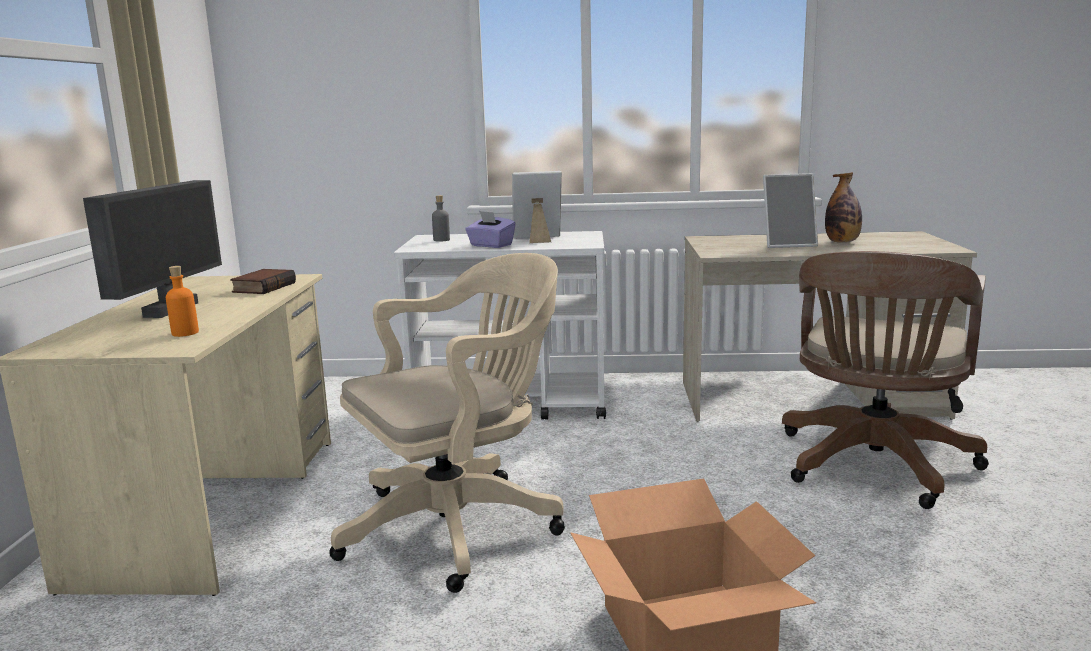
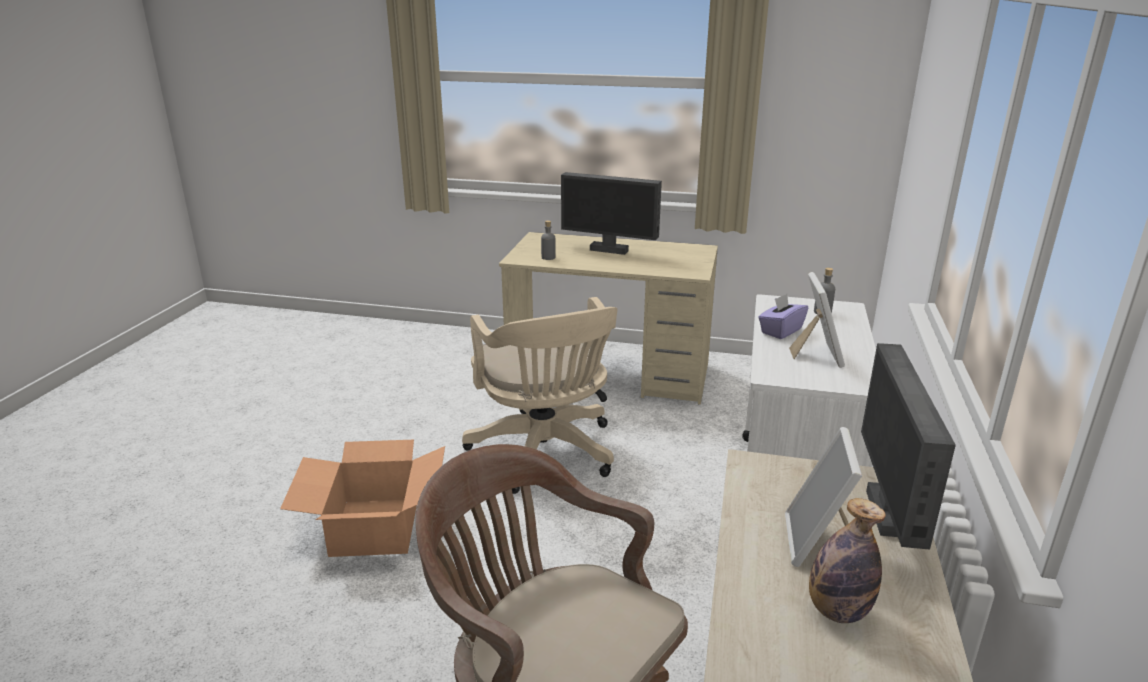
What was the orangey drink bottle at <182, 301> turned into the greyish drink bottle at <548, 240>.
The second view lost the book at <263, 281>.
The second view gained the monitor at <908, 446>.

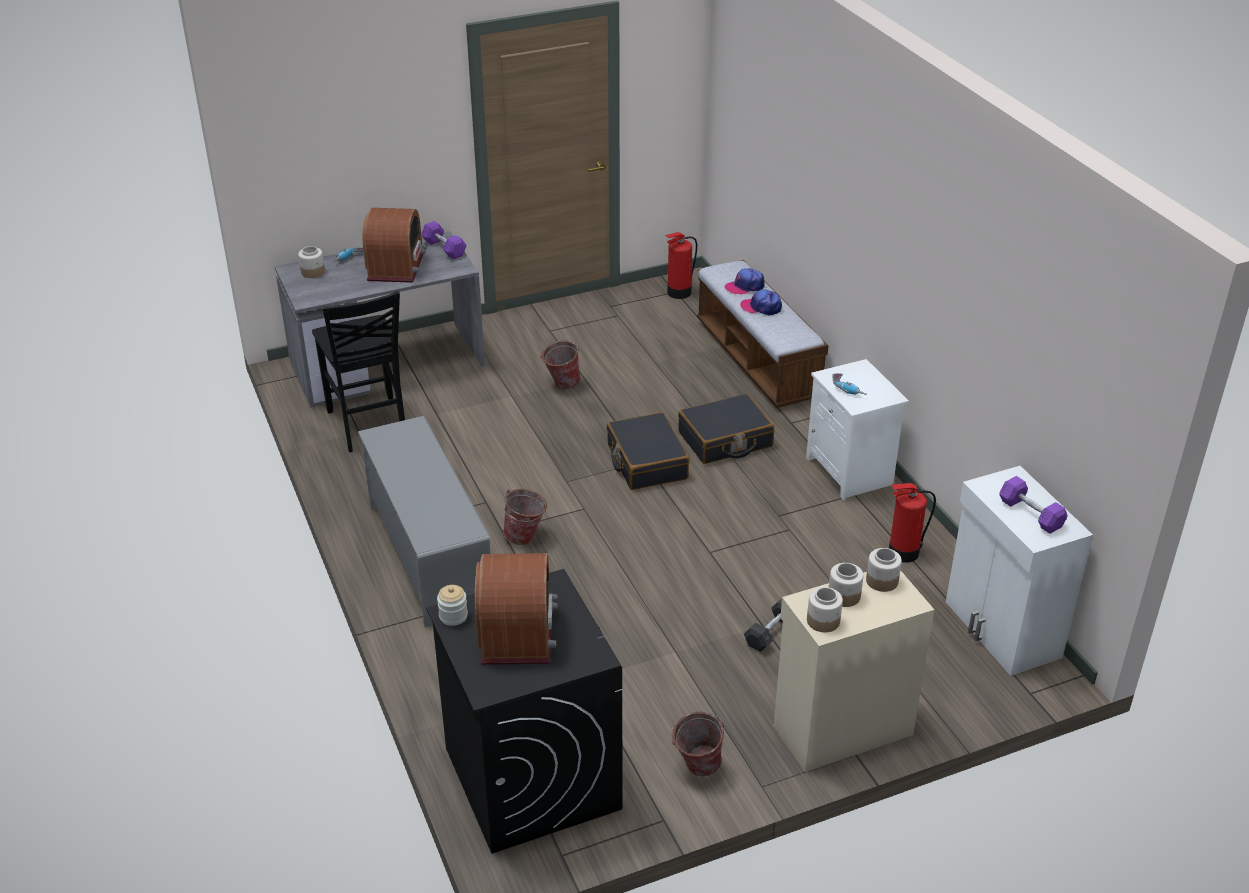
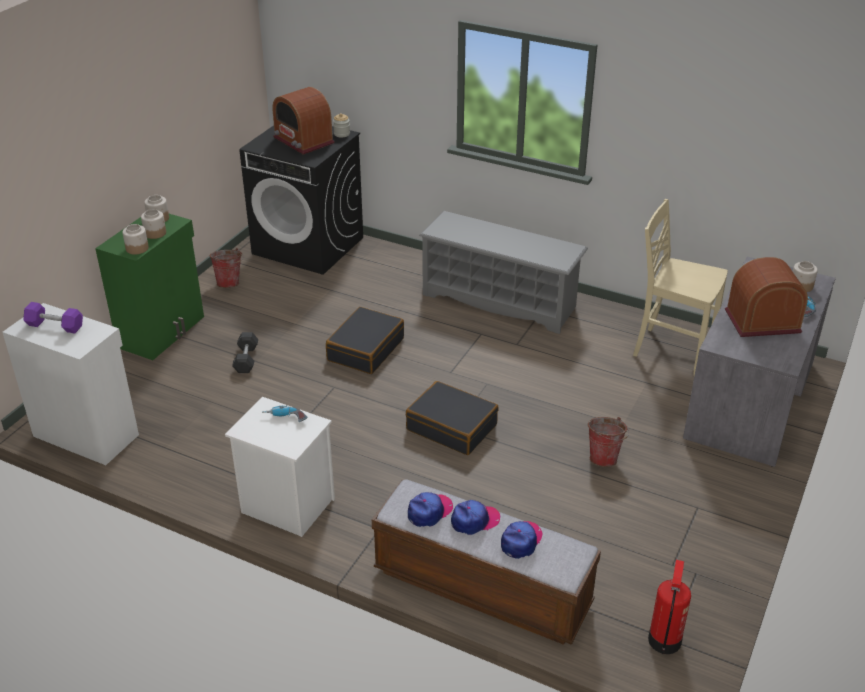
The radio receiver at <394, 245> ended up facing another way, 120 degrees clockwise from before.
The second view lost the purple-coloured hand weight at <444, 240>.
What was the black upright chair at <358, 371> turned into the beige-coloured upright chair at <680, 287>.
The black piece of luggage ended up elsewhere, having gone from <726, 429> to <365, 340>.
The second view lost the fire-fighting cylinder at <912, 523>.
The second view lost the bucket at <524, 517>.
What was the beige-coloured storage cabinet at <854, 671> turned into the green-coloured storage cabinet at <149, 287>.
The second view gained the peaked cap at <430, 509>.

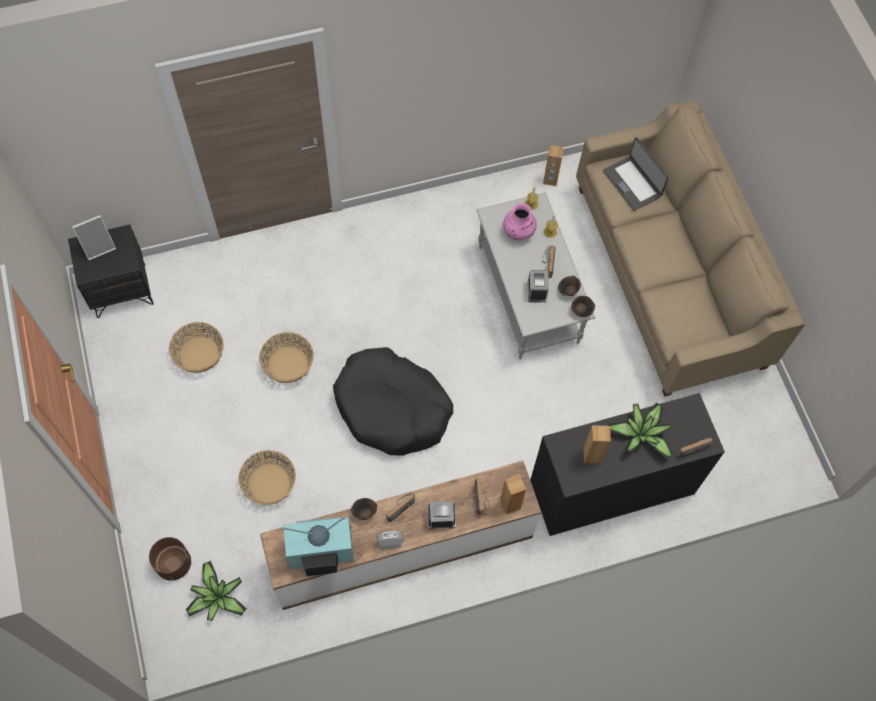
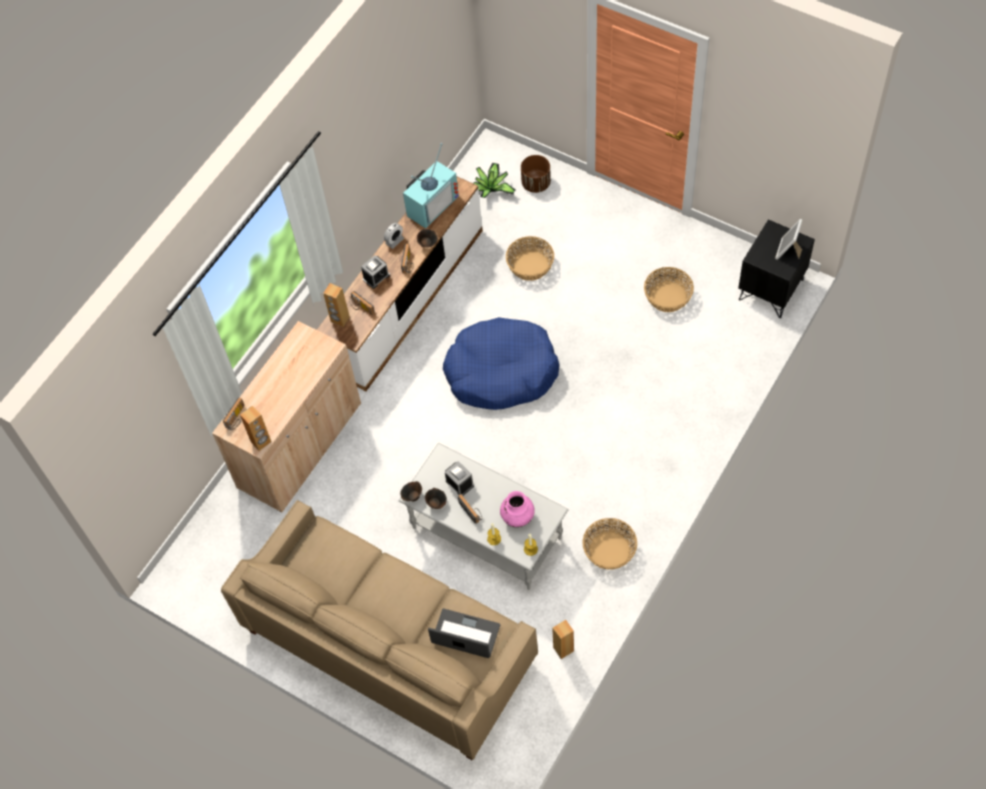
The household basket ended up elsewhere, having gone from <286, 357> to <610, 544>.
What was the black dog bed at <393, 401> turned into the blue-coloured dog bed at <501, 363>.
What was the black storage cabinet at <627, 464> turned into the beige-coloured storage cabinet at <286, 416>.
The second view lost the plant in a pot at <640, 431>.
The brown loudspeaker ended up elsewhere, having gone from <597, 444> to <255, 428>.

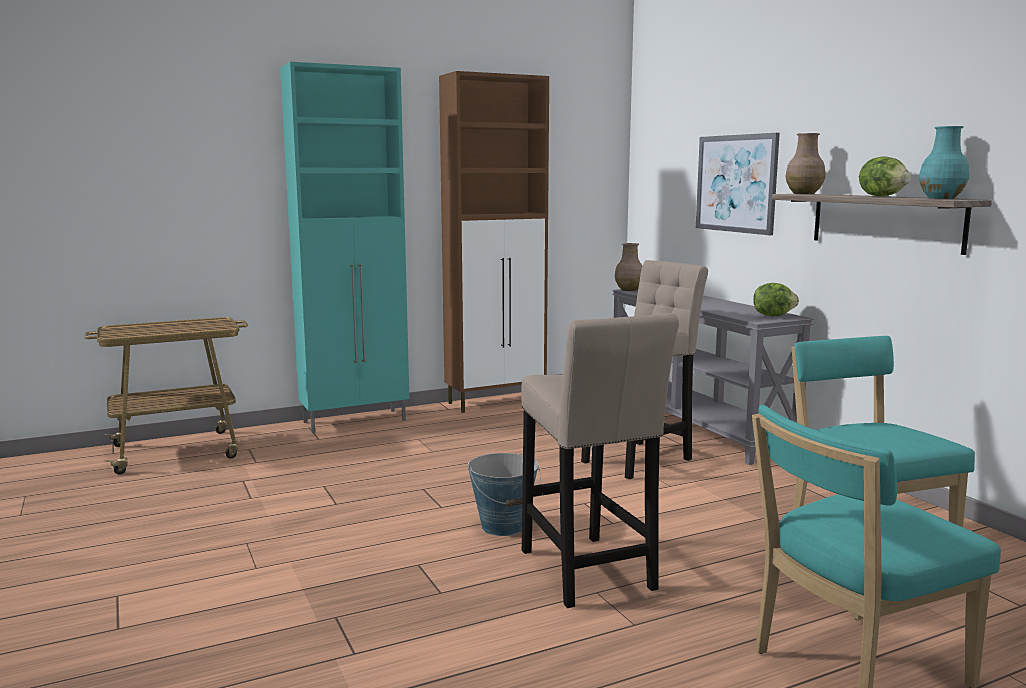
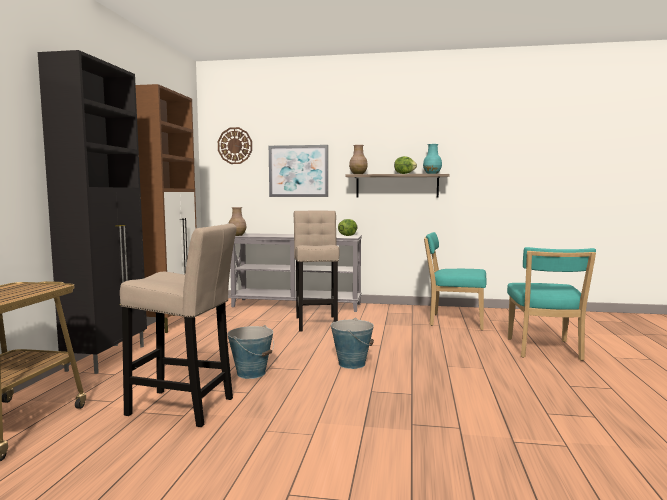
What was the turquoise-coloured storage cabinet at <344, 247> turned into the black storage cabinet at <92, 212>.
The beige-coloured sitting stool ended up elsewhere, having gone from <600, 460> to <178, 325>.
The second view gained the clock on the wall at <235, 145>.
The second view gained the bucket at <250, 352>.

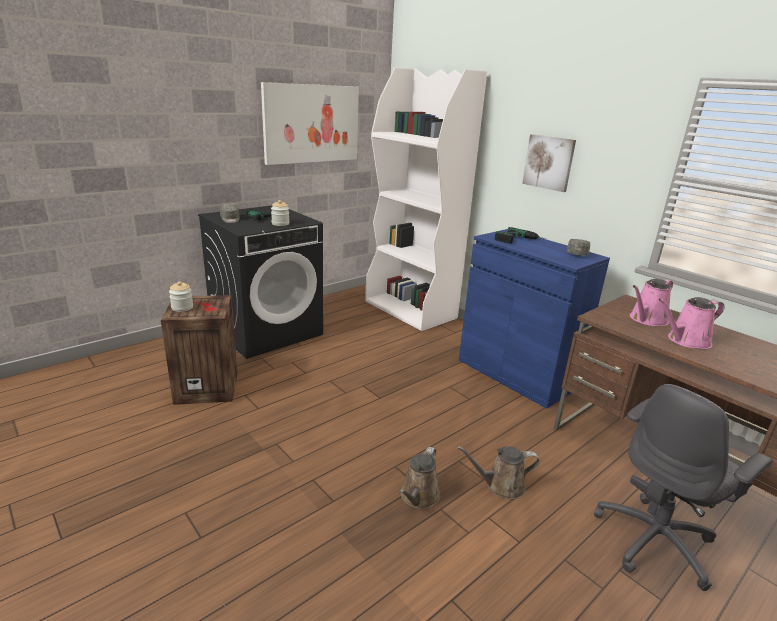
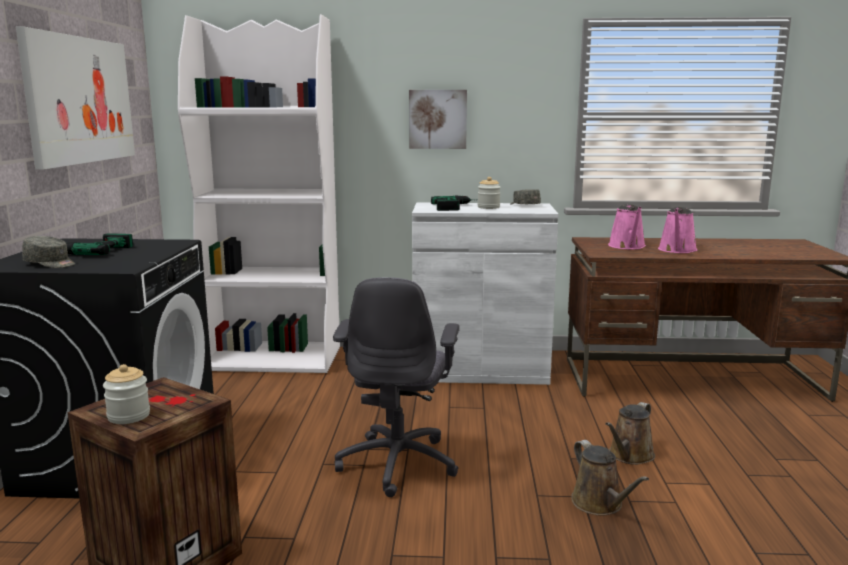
The preserve jar ended up elsewhere, having gone from <280, 213> to <489, 193>.
What was the blue-coloured storage cabinet at <534, 319> turned into the white-coloured storage cabinet at <485, 294>.
The greyish desk chair ended up elsewhere, having gone from <683, 487> to <396, 387>.

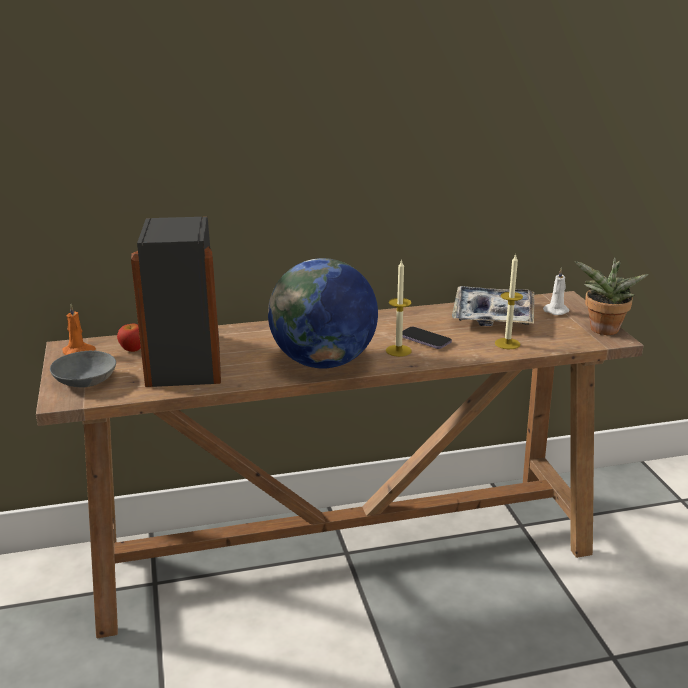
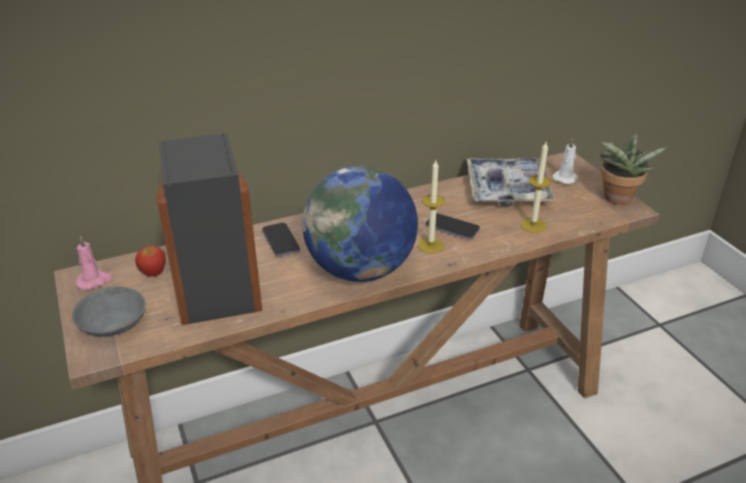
What was the orangey wax candle at <79, 329> turned into the pink-coloured wax candle at <94, 262>.
The second view gained the handset at <281, 240>.

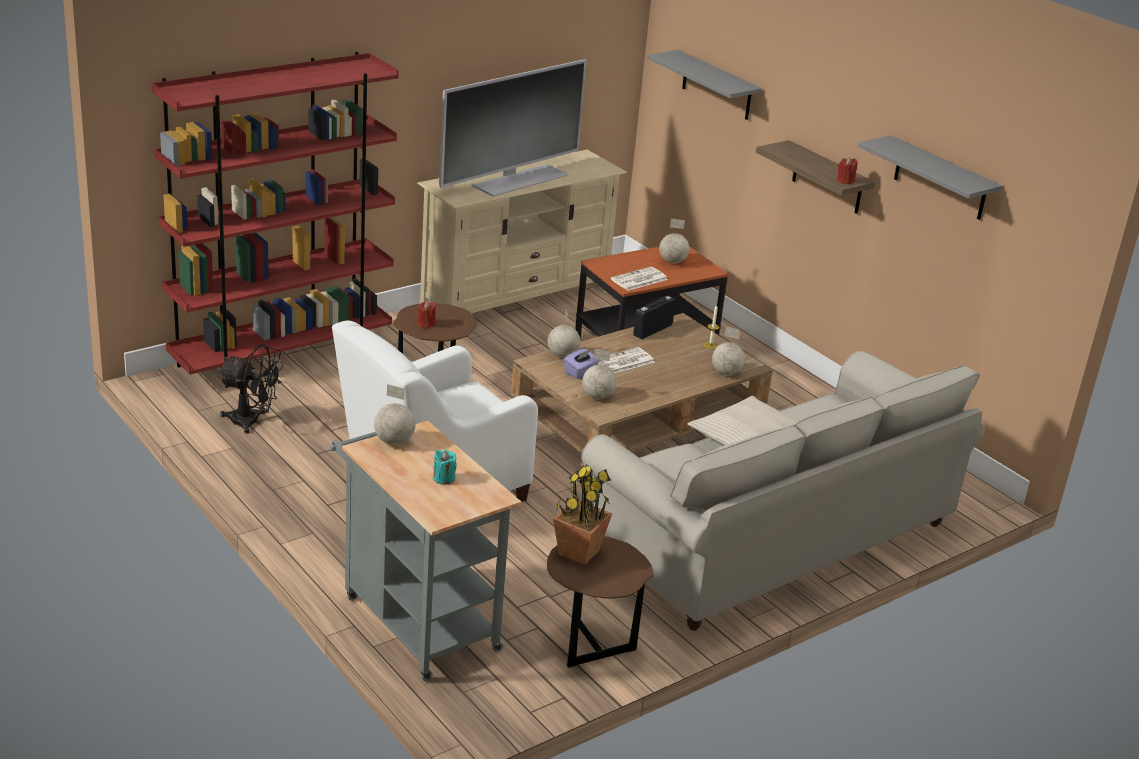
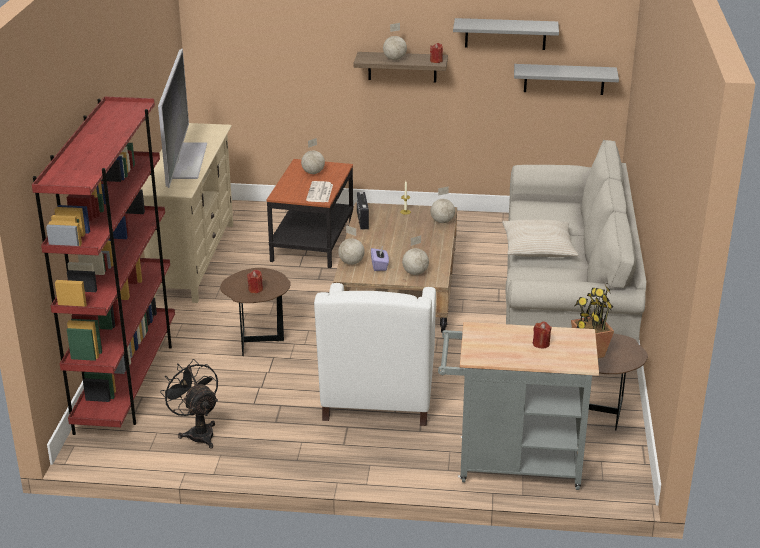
The greyish wall shelf ended up elsewhere, having gone from <704, 85> to <566, 79>.
The black cooling fan at <251, 389> ended up facing another way, 90 degrees counterclockwise from before.
The second view lost the printed paper at <626, 360>.
The desk globe ended up elsewhere, having gone from <395, 414> to <395, 41>.
What was the turquoise-coloured wax candle at <445, 467> turned into the red wax candle at <542, 335>.

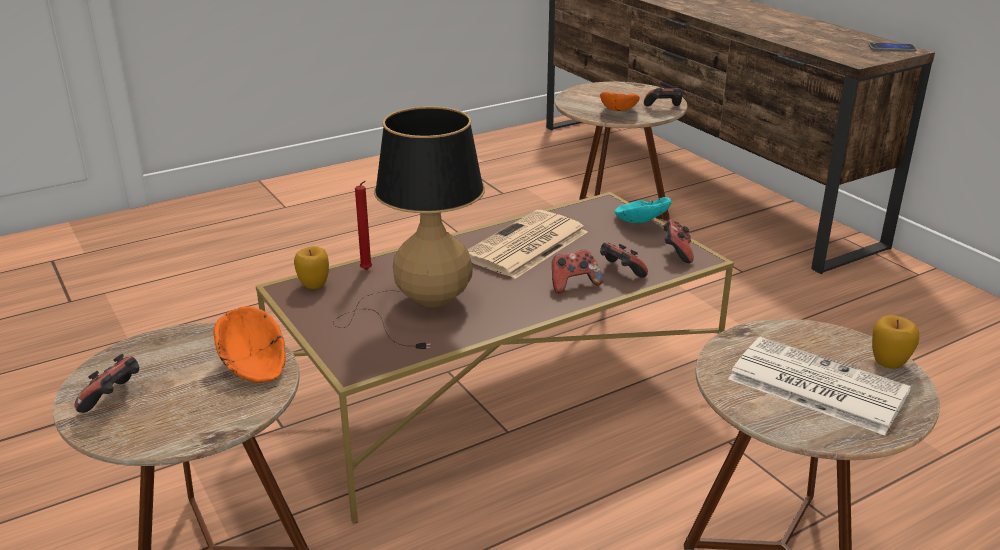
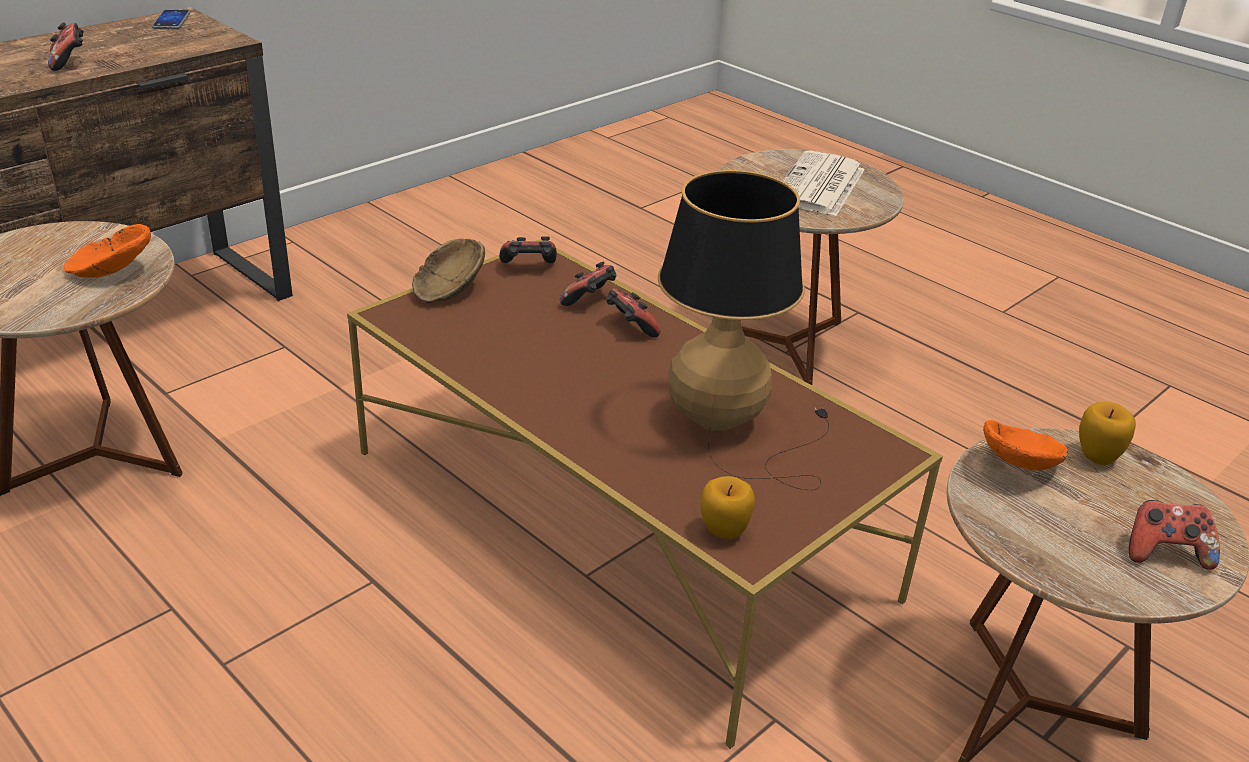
The joypad ended up elsewhere, having gone from <663, 96> to <66, 46>.
The second view lost the red wax candle at <363, 225>.
What was the turquoise-coloured serving bowl at <643, 210> turned into the brown serving bowl at <448, 271>.
The second view lost the printed paper at <527, 244>.
The apple fruit ended up elsewhere, having gone from <895, 342> to <1107, 433>.

